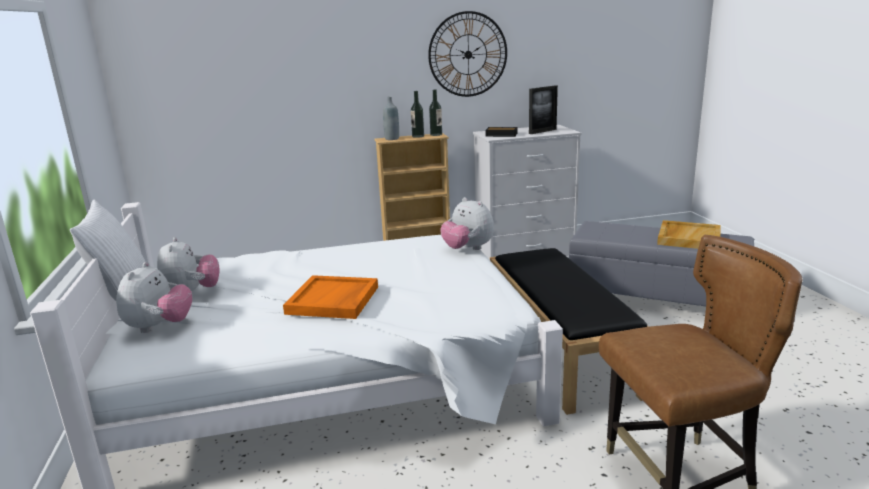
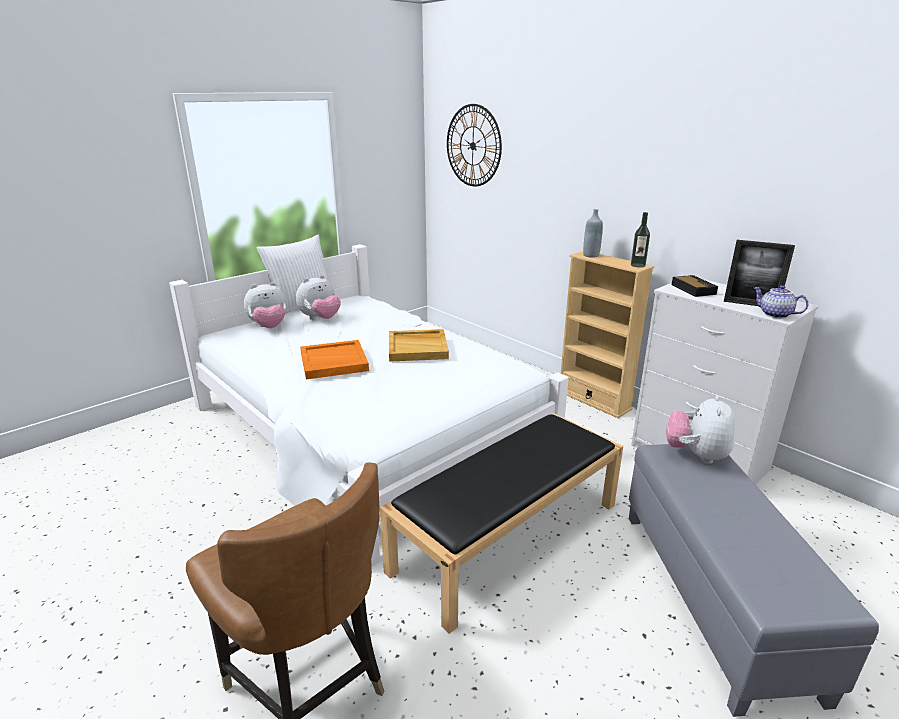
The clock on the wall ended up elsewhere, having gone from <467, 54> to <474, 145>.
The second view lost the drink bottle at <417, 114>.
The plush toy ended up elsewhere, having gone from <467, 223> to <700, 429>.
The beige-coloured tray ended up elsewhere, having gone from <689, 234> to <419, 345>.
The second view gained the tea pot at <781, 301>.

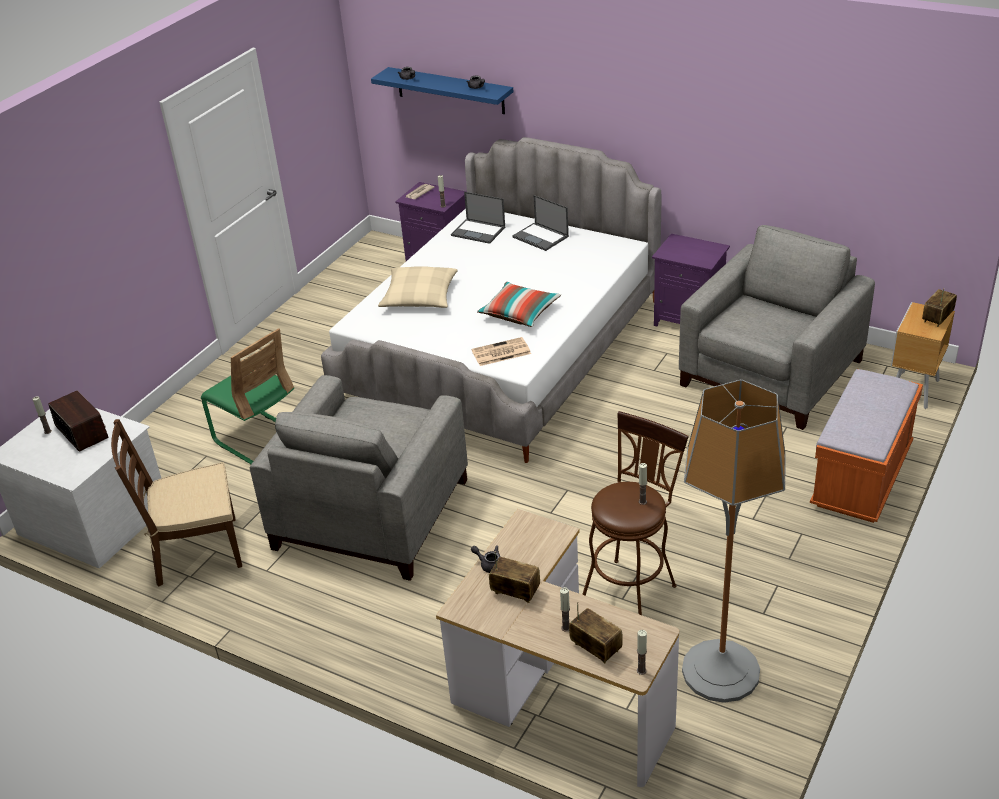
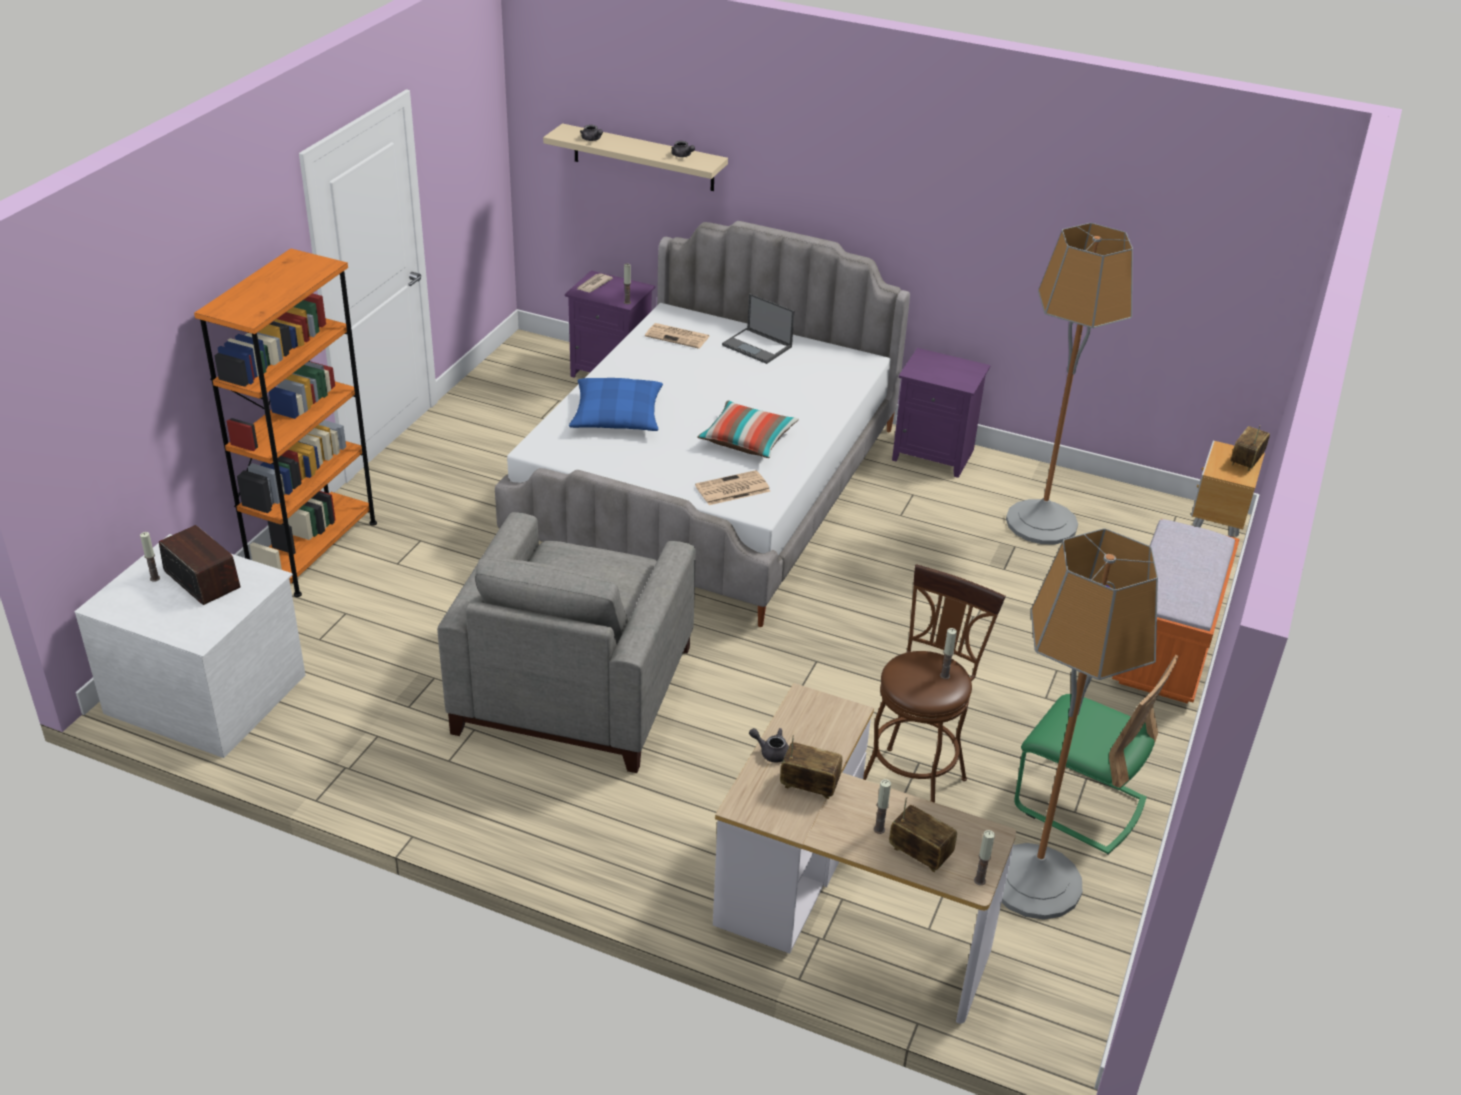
What was the blue-coloured wall shelf at <442, 90> turned into the beige-coloured wall shelf at <635, 157>.
Where the portable computer stood at <478, 218>, the printed paper came to stand at <677, 336>.
Where the greyish lounge chair stood at <777, 327>, the standard lamp came to stand at <1069, 383>.
What was the beige-coloured throw pillow at <418, 287> turned into the blue-coloured throw pillow at <616, 404>.
The green-coloured upright chair ended up elsewhere, having gone from <247, 396> to <1096, 754>.
The second view lost the brown upright chair at <176, 503>.
The second view gained the orangey bookcase at <285, 423>.

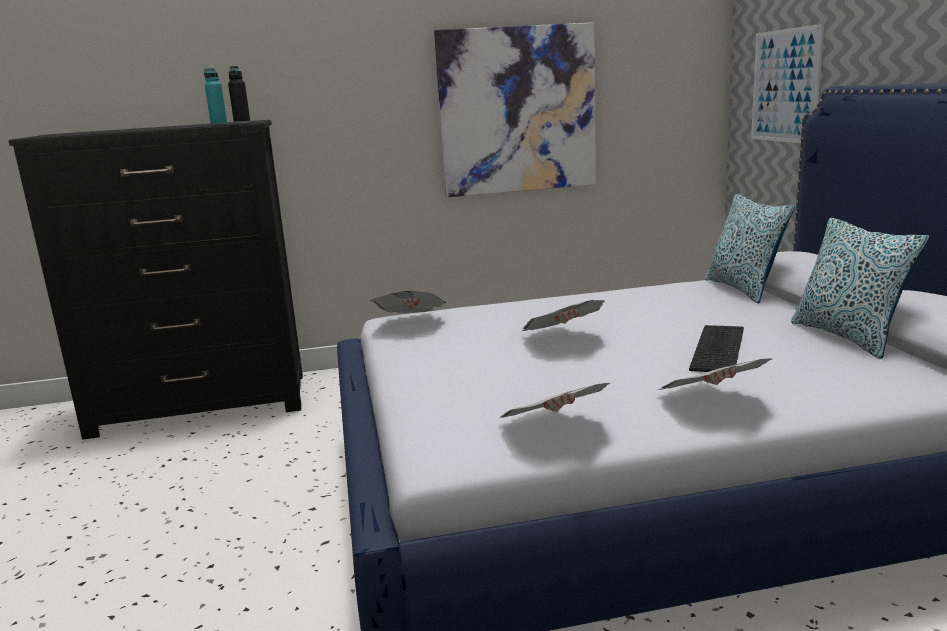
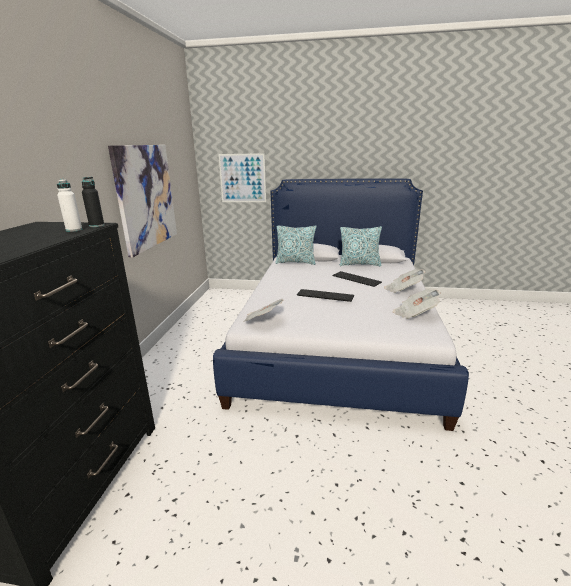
What was the turquoise-coloured drink bottle at <215, 96> turned into the white-coloured drink bottle at <69, 205>.
Where the printed paper stood at <563, 315>, the keyboard came to stand at <325, 295>.

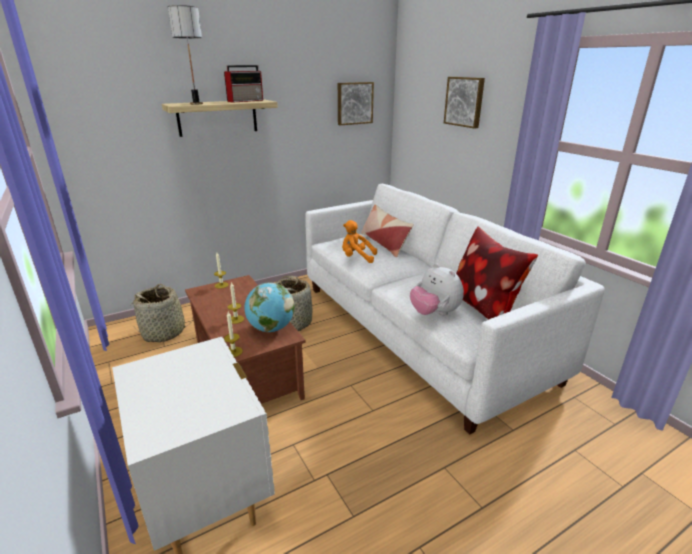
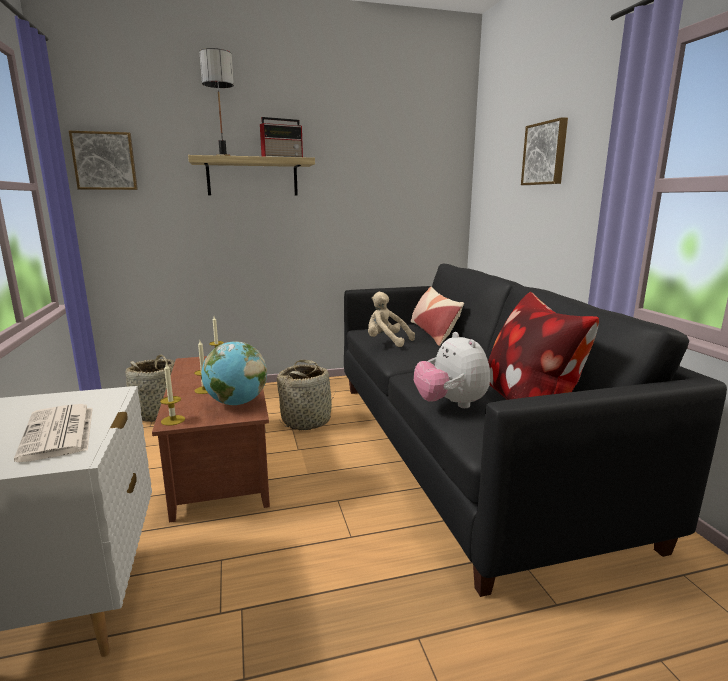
The wall art ended up elsewhere, having gone from <356, 103> to <103, 160>.
What was the white-coloured settee at <455, 309> turned into the black settee at <535, 430>.
What was the orangey plush toy at <359, 241> turned into the beige-coloured plush toy at <391, 319>.
The second view gained the printed paper at <53, 433>.

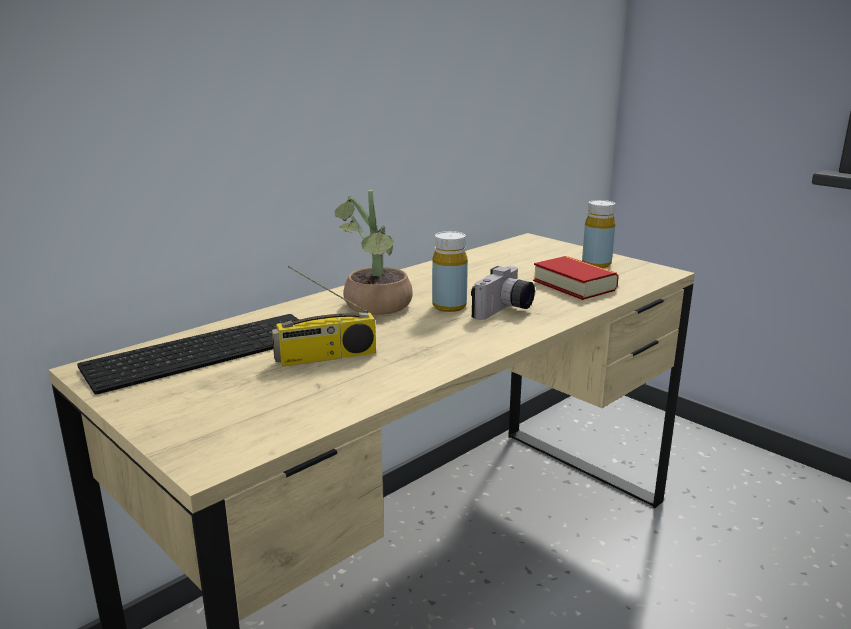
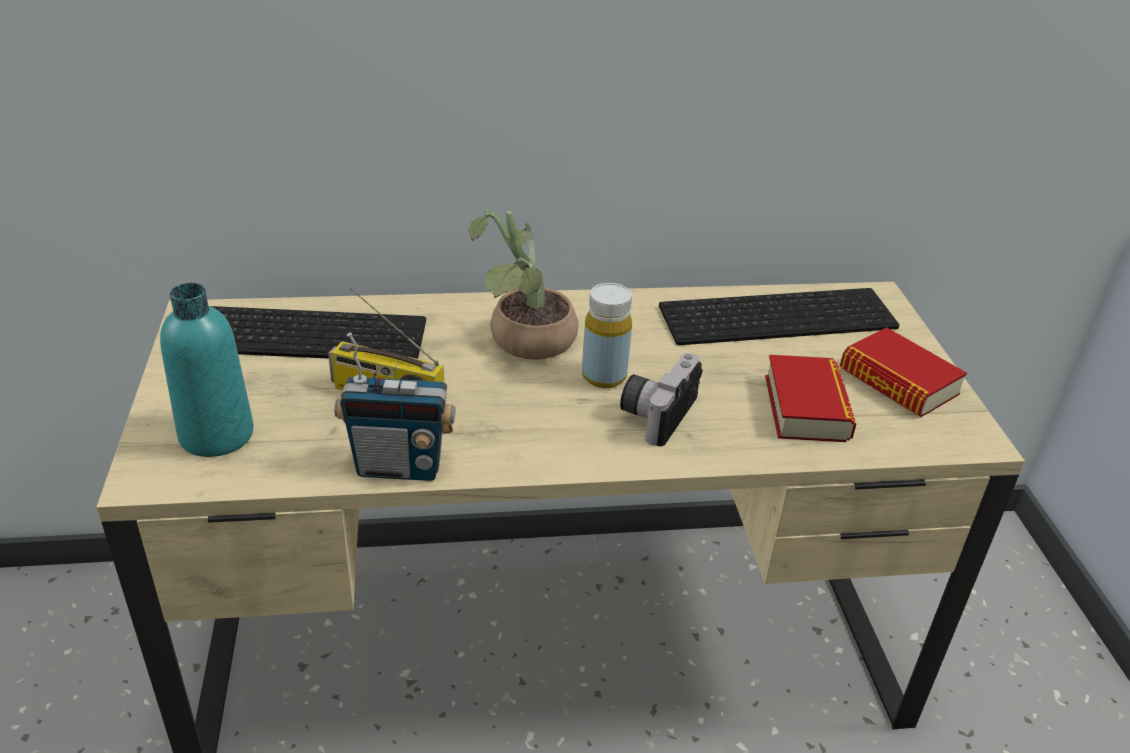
Where the yellowish drink bottle stood at <599, 234>, the book came to stand at <903, 372>.
The photo camera at <503, 293> ended up facing another way, 135 degrees clockwise from before.
The second view gained the turquoise-coloured drink bottle at <207, 370>.
The second view gained the keyboard at <779, 316>.
The second view gained the radio receiver at <394, 406>.

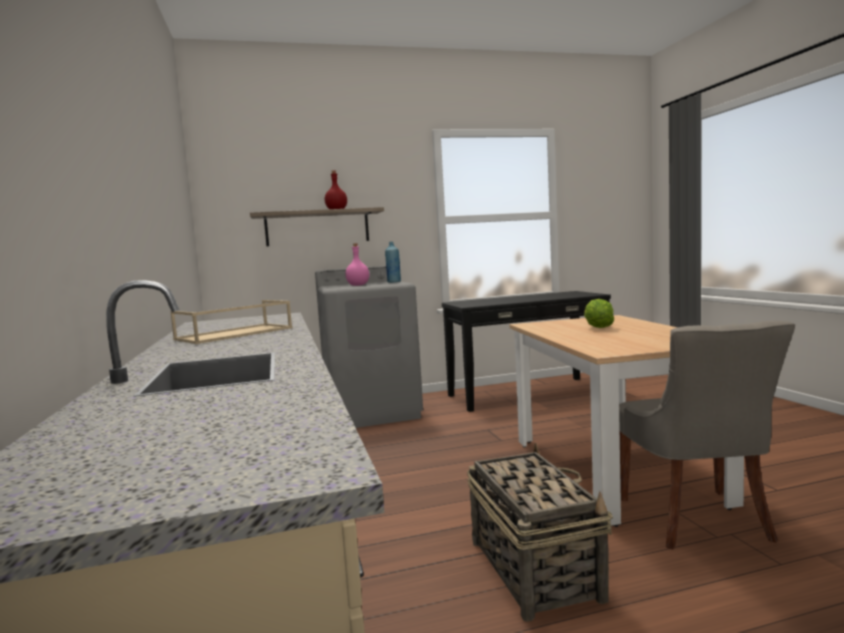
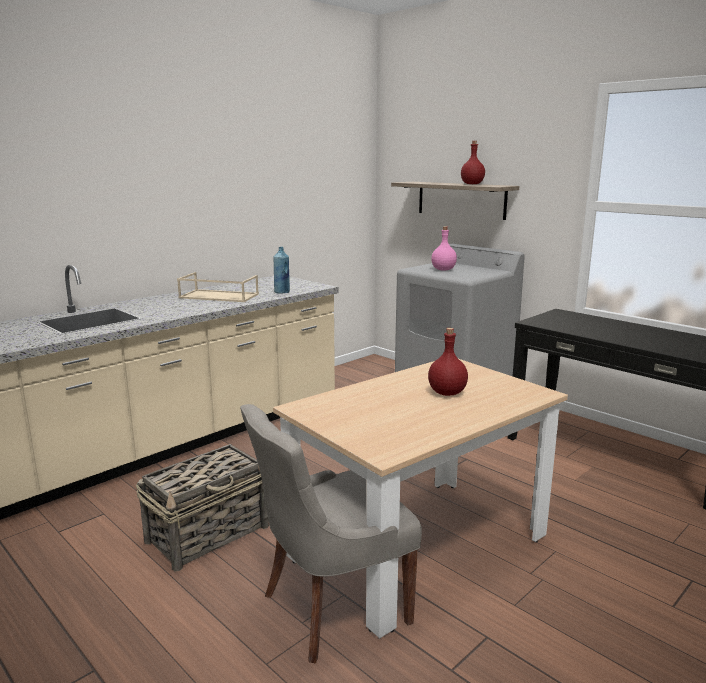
The blue-coloured drink bottle ended up elsewhere, having gone from <393, 262> to <281, 270>.
Where the lettuce stood at <599, 313>, the red drink bottle came to stand at <448, 362>.

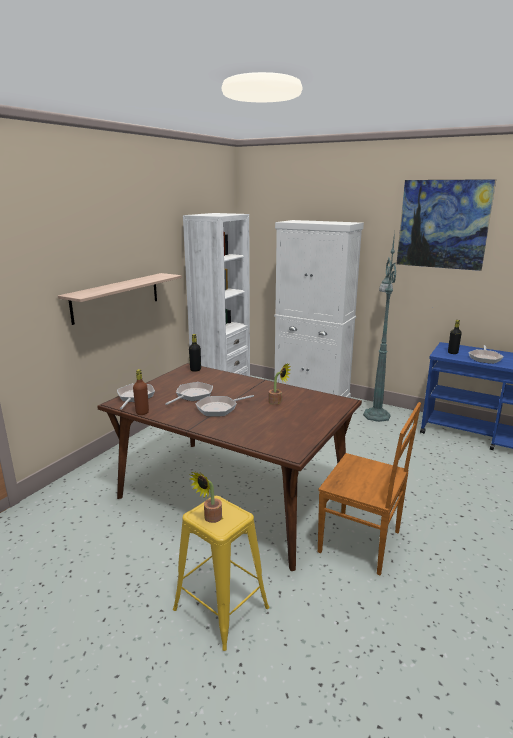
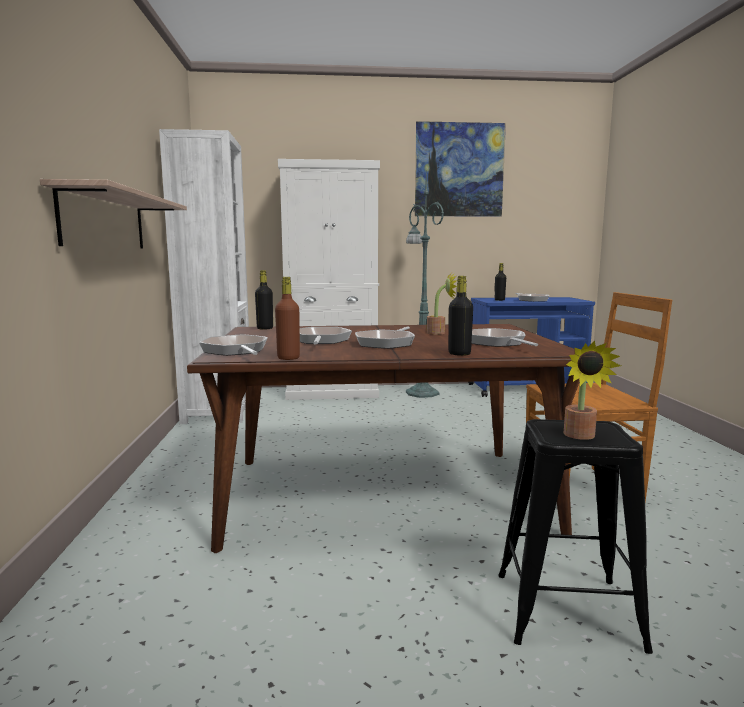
What was the yellowish sitting stool at <221, 573> turned into the black sitting stool at <575, 536>.
The second view gained the black drink bottle at <460, 316>.
The second view gained the skillet at <505, 337>.

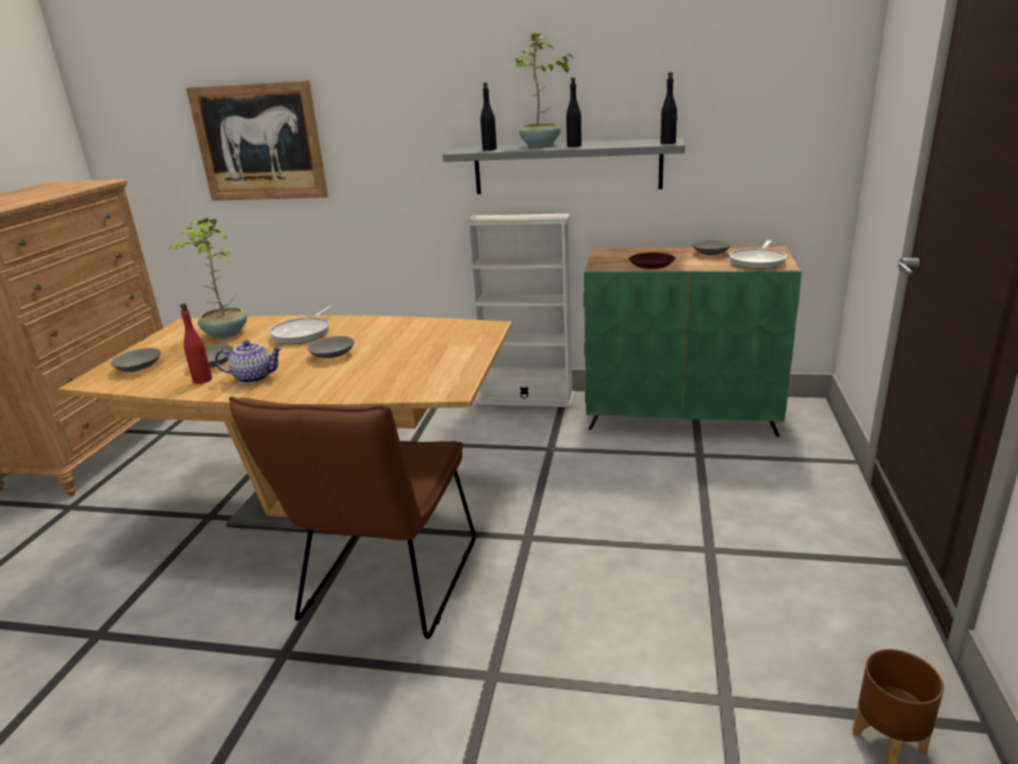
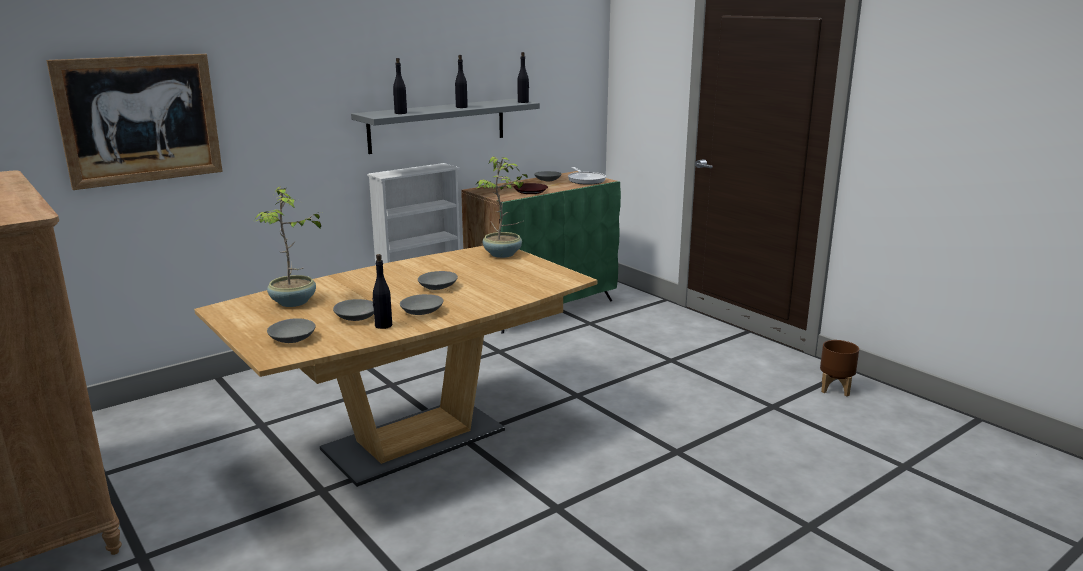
The plant in a pot ended up elsewhere, having gone from <543, 89> to <502, 207>.
What was the red drink bottle at <196, 343> turned into the black drink bottle at <382, 291>.
The second view lost the skillet at <301, 325>.
Where the tea pot stood at <249, 361>, the greyish serving bowl came to stand at <421, 304>.
The second view lost the brown upright chair at <352, 517>.

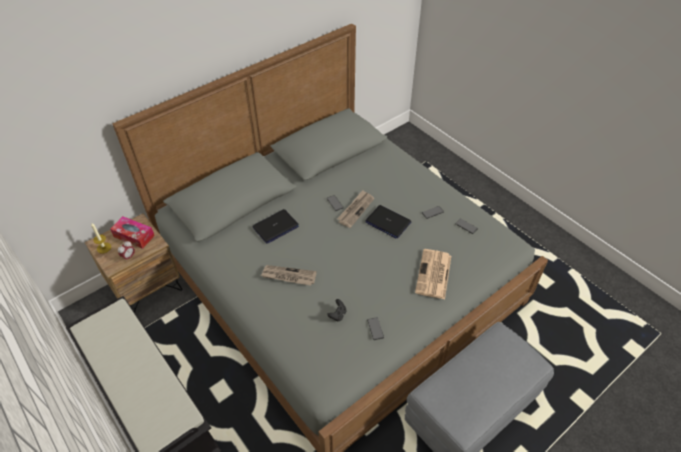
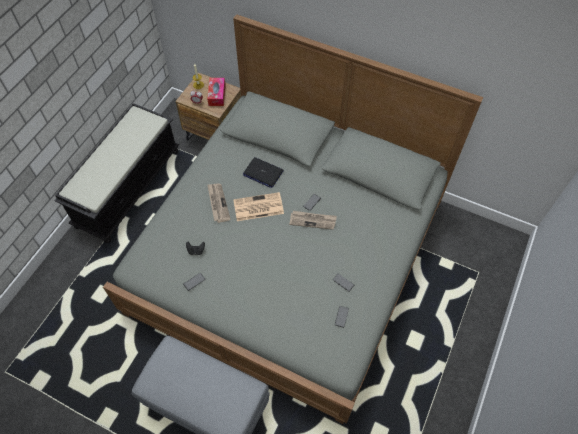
The second view lost the portable computer at <388, 221>.
The printed paper ended up elsewhere, having gone from <433, 274> to <258, 206>.

